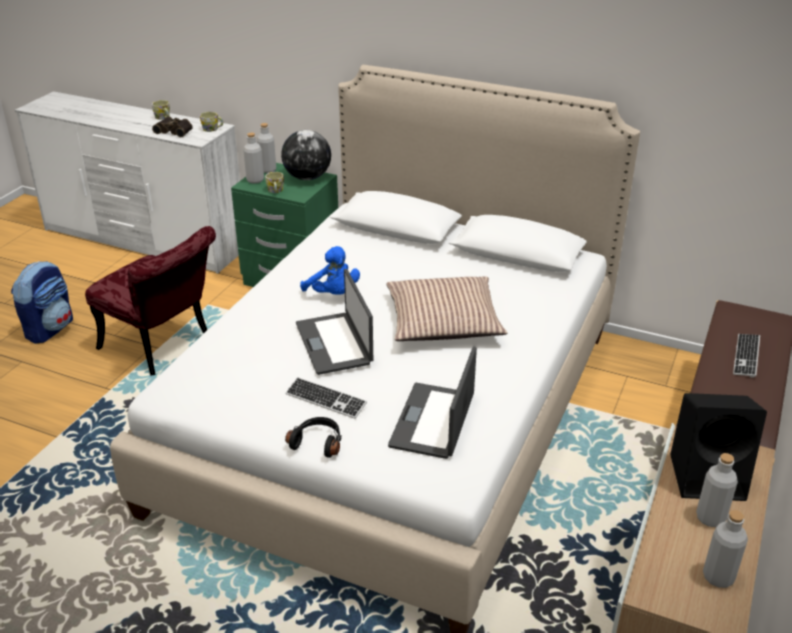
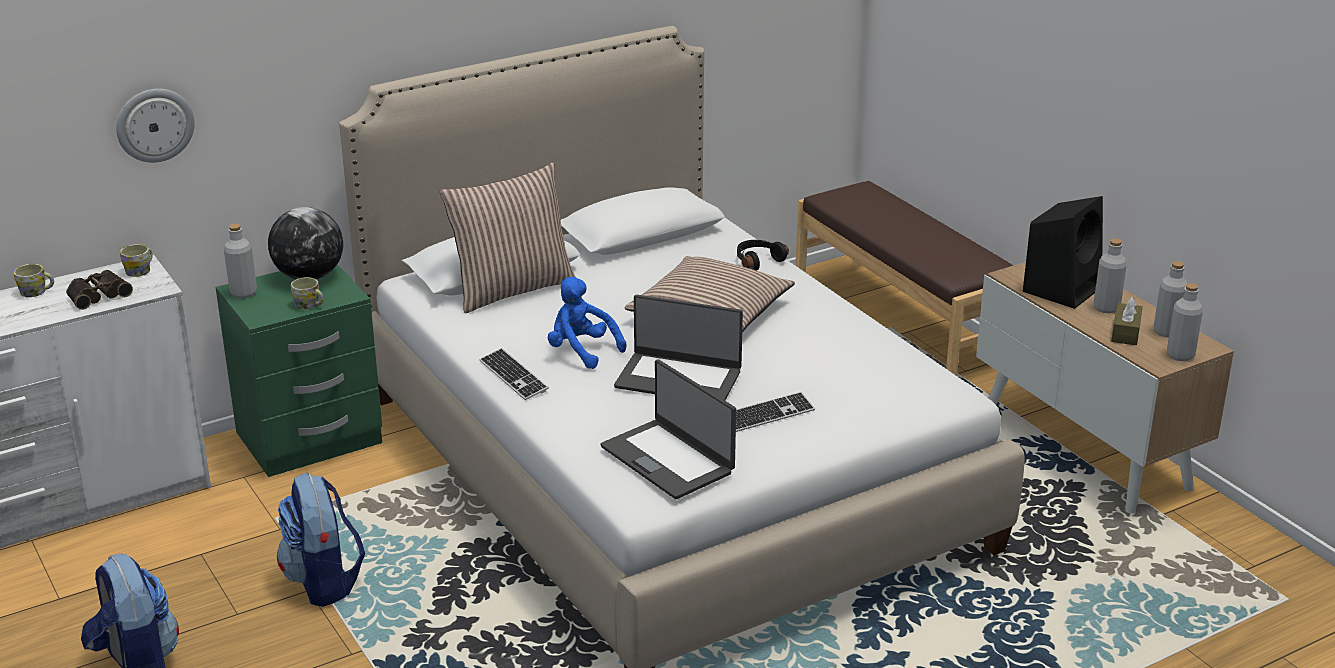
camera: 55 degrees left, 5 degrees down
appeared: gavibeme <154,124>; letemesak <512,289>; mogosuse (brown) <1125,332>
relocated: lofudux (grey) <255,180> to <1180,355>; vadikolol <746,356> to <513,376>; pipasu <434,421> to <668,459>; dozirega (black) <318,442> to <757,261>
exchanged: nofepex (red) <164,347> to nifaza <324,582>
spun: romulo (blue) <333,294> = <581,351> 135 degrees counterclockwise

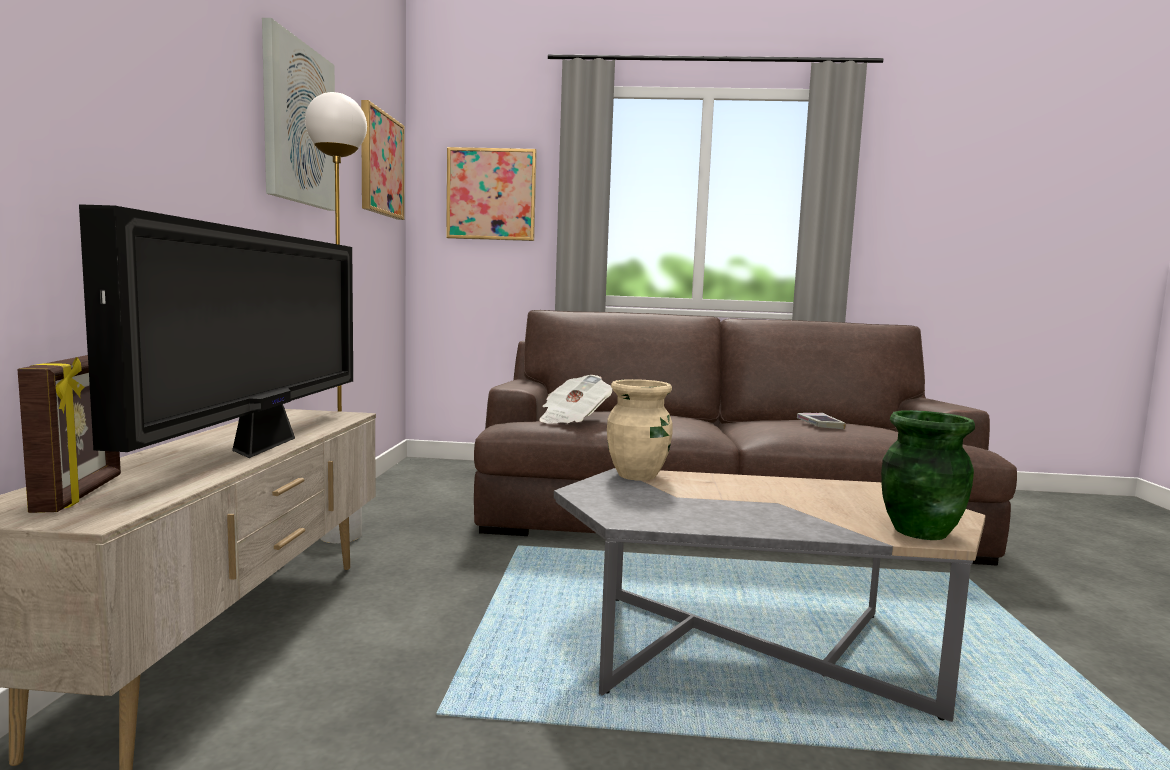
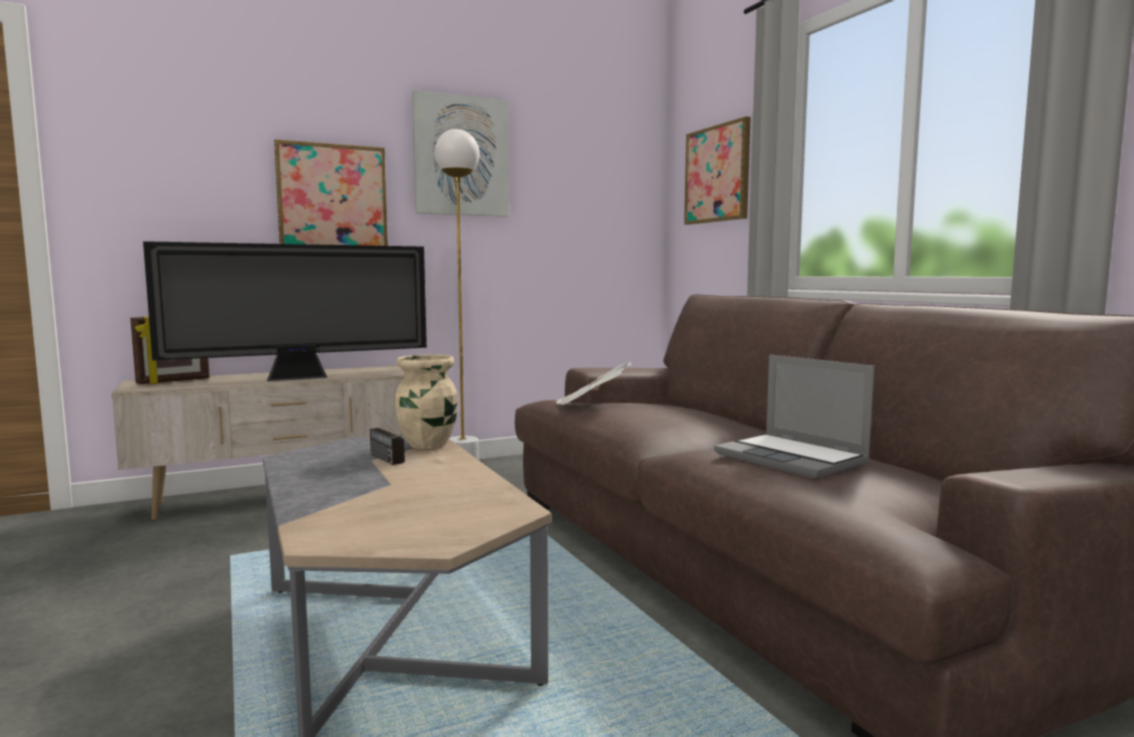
camera: 60 degrees right, 0 degrees up
missing: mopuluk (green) <918,531>
appeared: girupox <379,456>
relocated: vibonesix <381,164> to <332,198>
exchanged: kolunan <820,425> to pipasu <793,458>

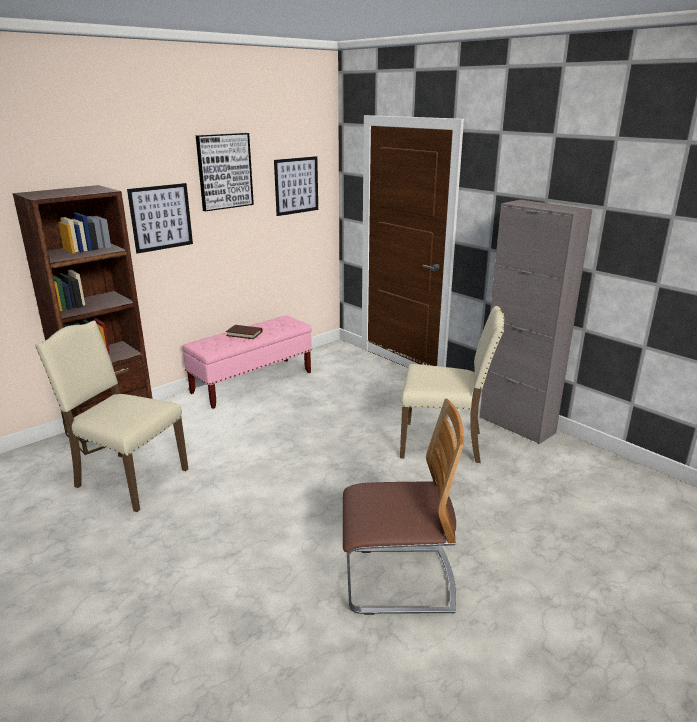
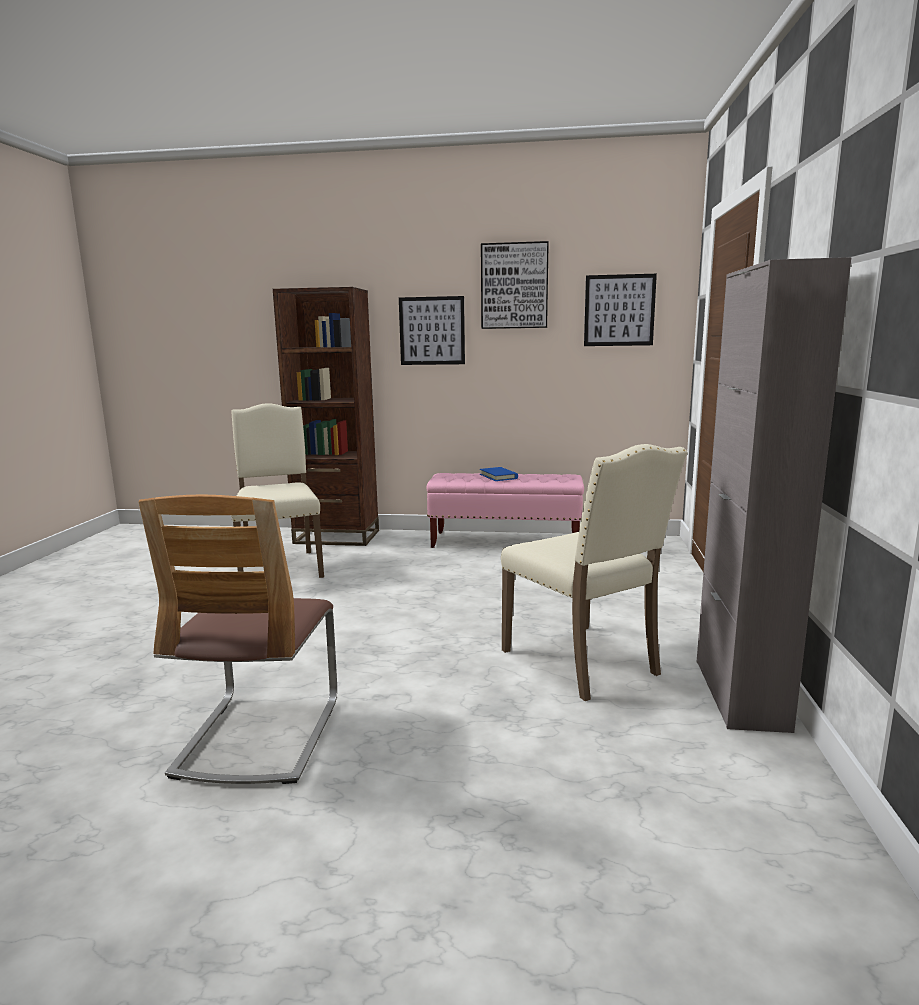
camera: 50 degrees right, 10 degrees down
colour: kolunan (brown) <244,334> to kolunan (blue) <498,476>
spun: nofepex <398,580> = <259,736> 45 degrees clockwise

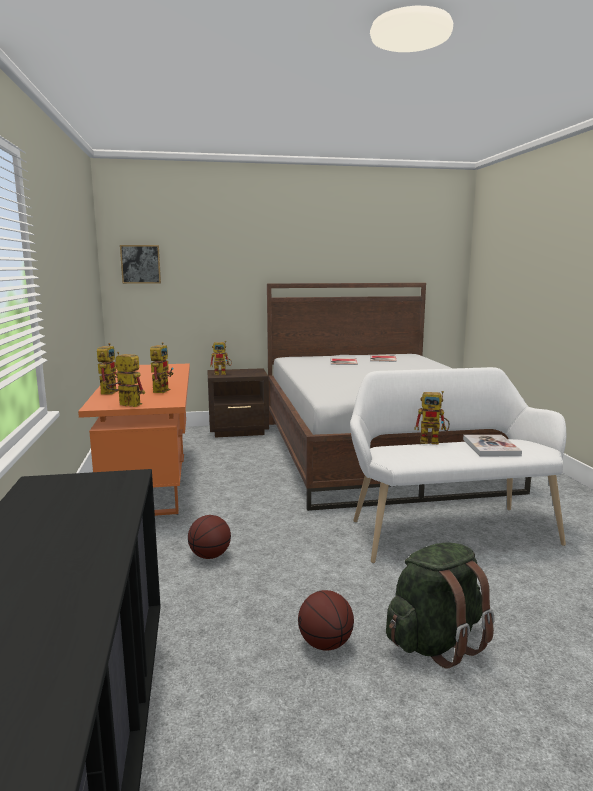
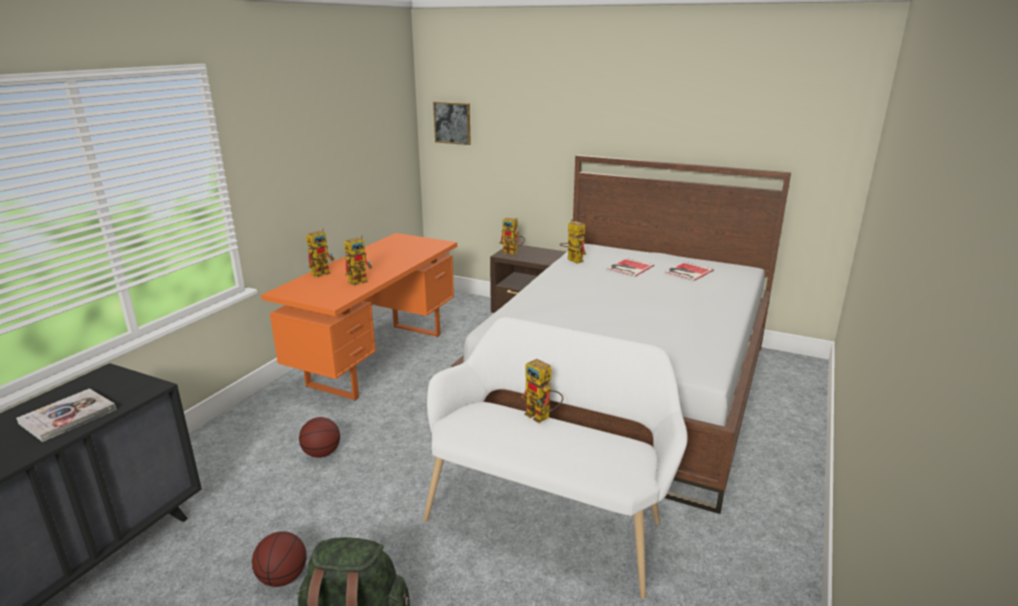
camera: 35 degrees right, 10 degrees up
relocated: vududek <125,405> to <571,260>; kolunan <491,447> to <68,416>

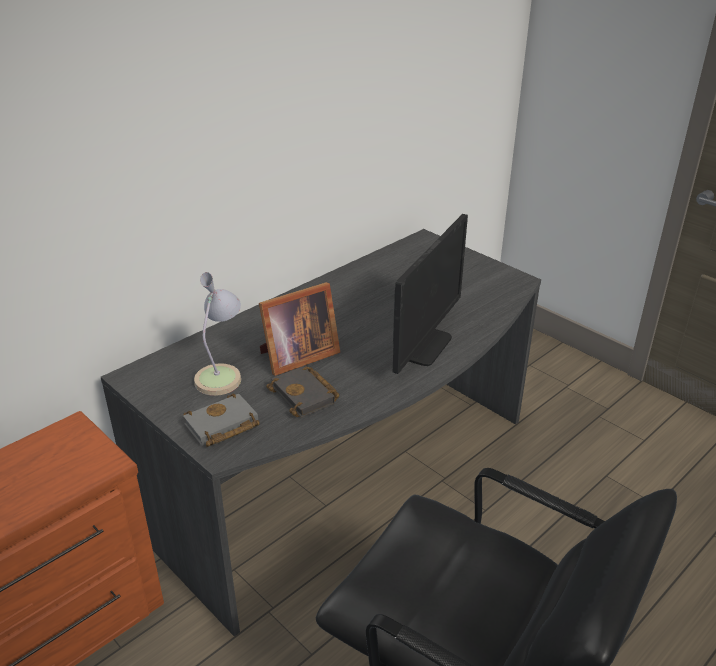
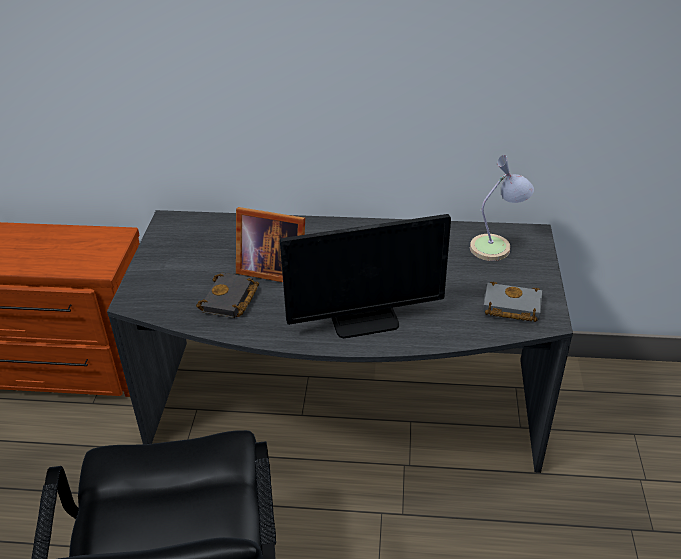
camera: 50 degrees right, 5 degrees up
relocated: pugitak <222,374> to <497,246>; kolunan (grey) <221,426> to <510,307>

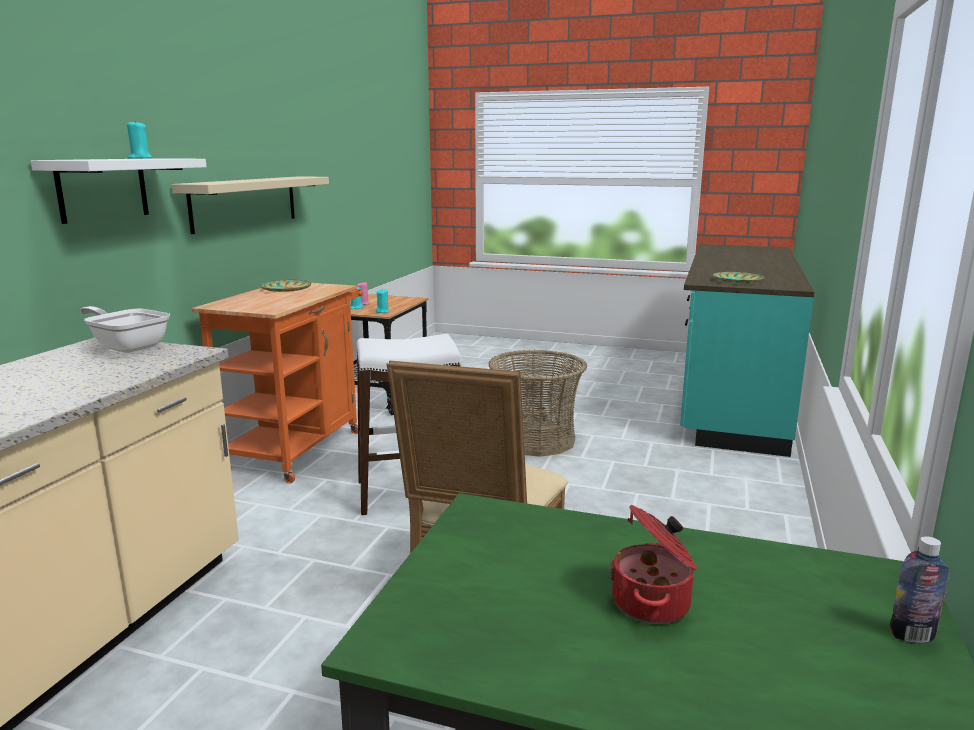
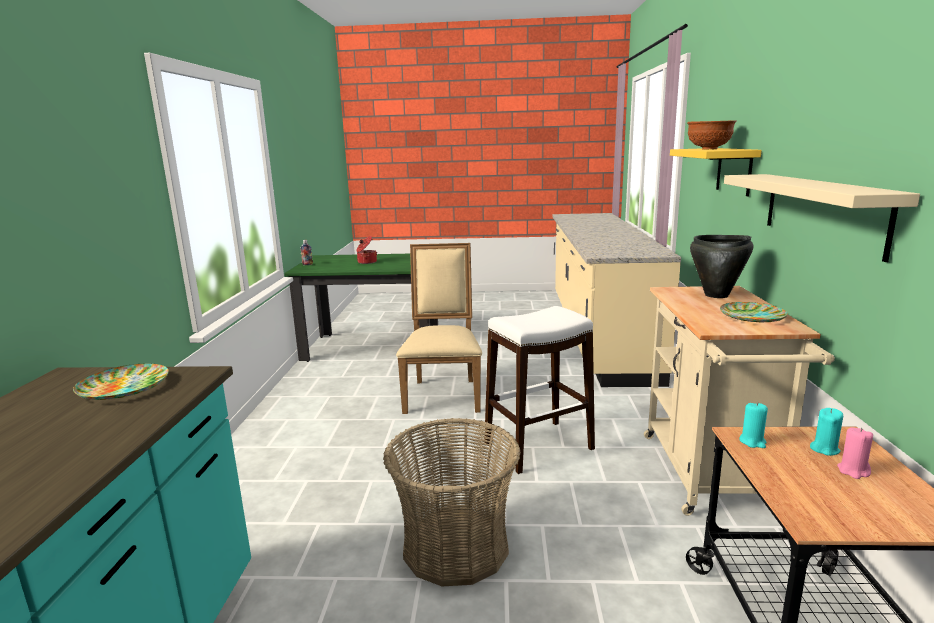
camera: 165 degrees right, 0 degrees up
missing: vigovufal <127,346>
appeared: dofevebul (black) <717,295>
exchanged: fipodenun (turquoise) <140,158> to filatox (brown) <708,149>
colour: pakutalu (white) <103,189> to pakutalu (yellow) <734,170>; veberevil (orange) <298,447> to veberevil (beige) <711,478>

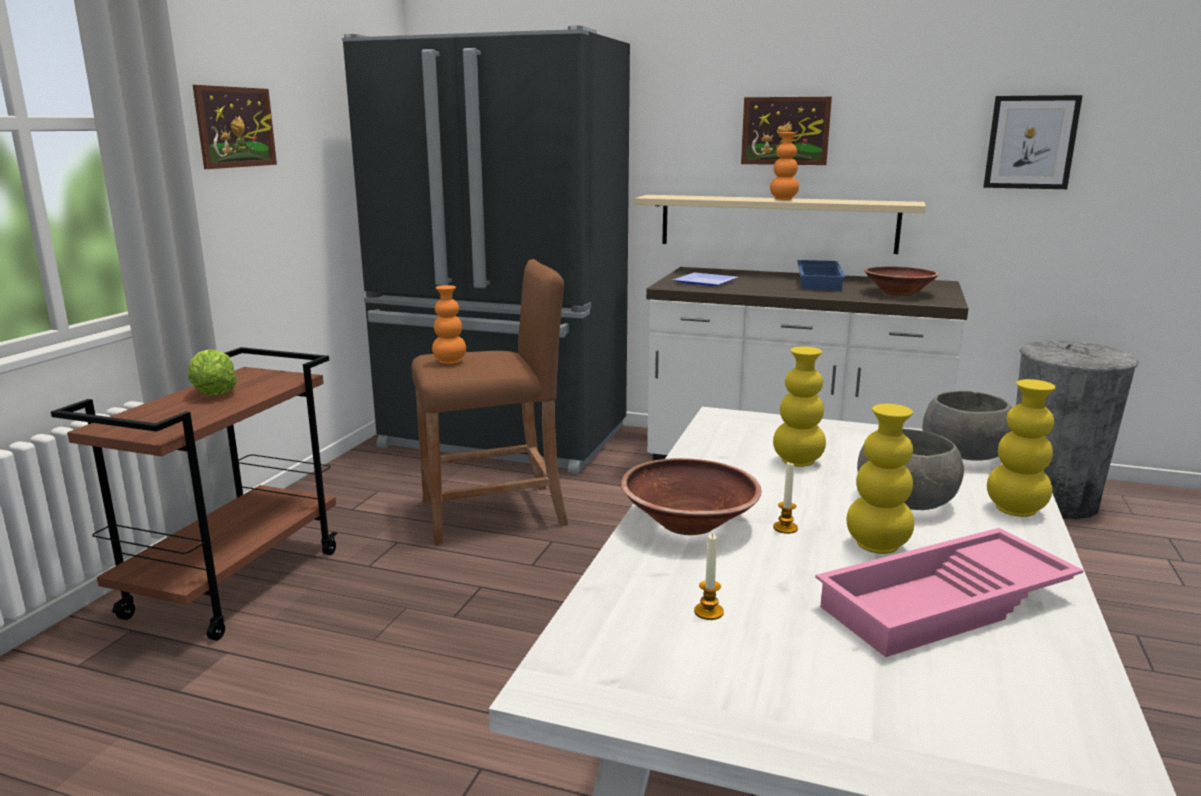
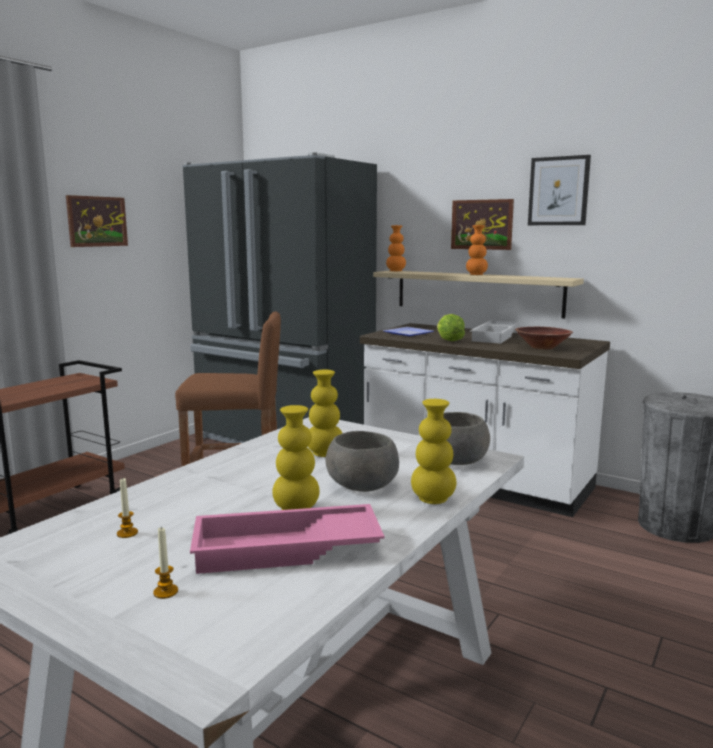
camera: 15 degrees right, 5 degrees down
missing: filatox (brown) <688,523>
relocated: vibonesix <1031,142> to <558,191>; mopuluk (orange) <450,362> to <396,271>; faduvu <214,393> to <449,341>; fipodenun <785,528> to <165,592>
colour: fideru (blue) <820,281> to fideru (white) <496,337>

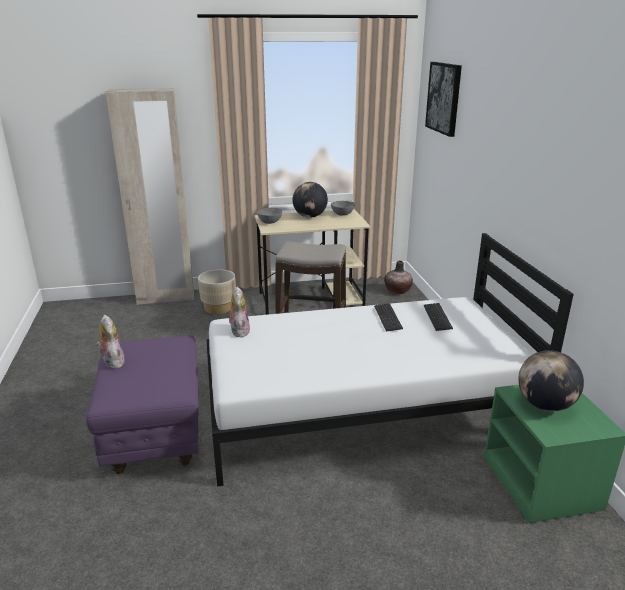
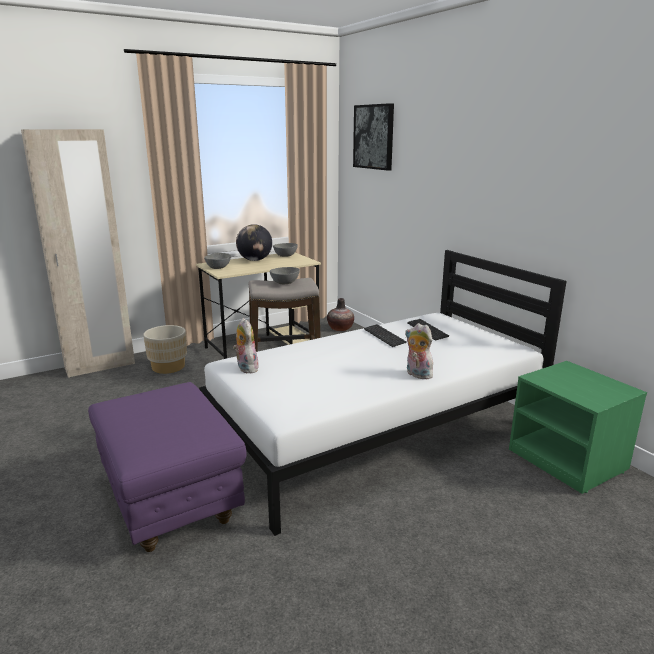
camera: 20 degrees left, 5 degrees down
missing: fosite <545,405>
appeared: filatox (grey) <285,283>
relocated: romulo <112,362> to <417,375>

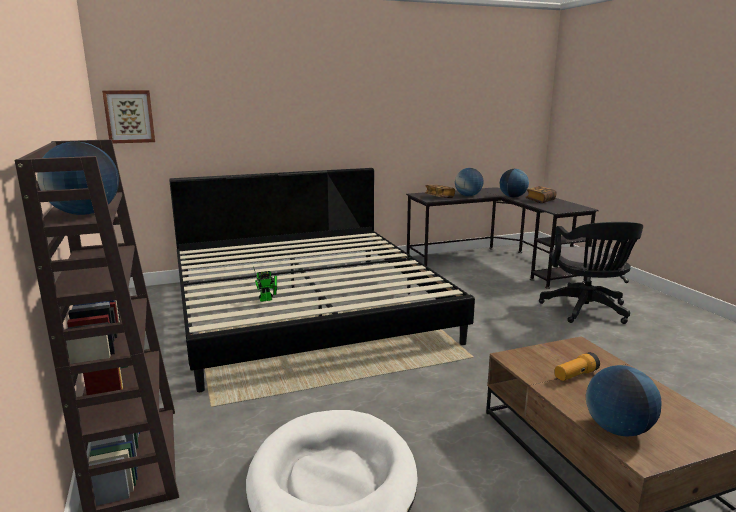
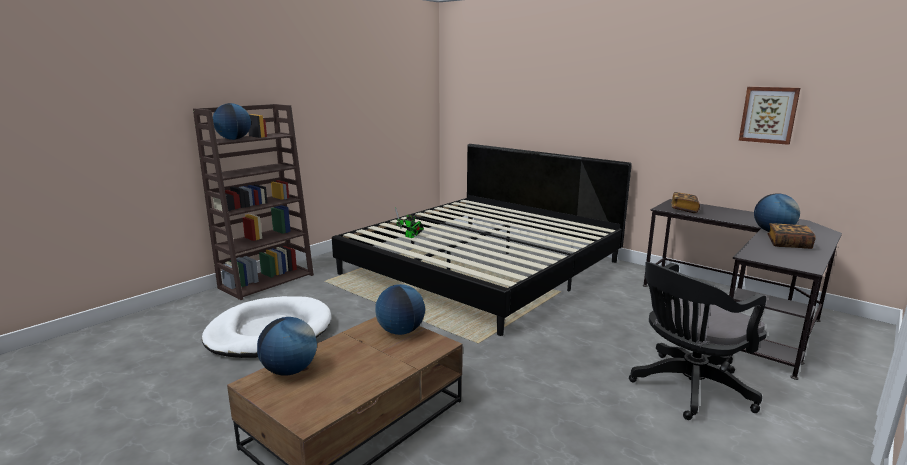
camera: 60 degrees right, 0 degrees up
missing: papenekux <575,375>
relocated: vibonesix <129,116> to <768,115>; fosite <468,196> to <400,331>

